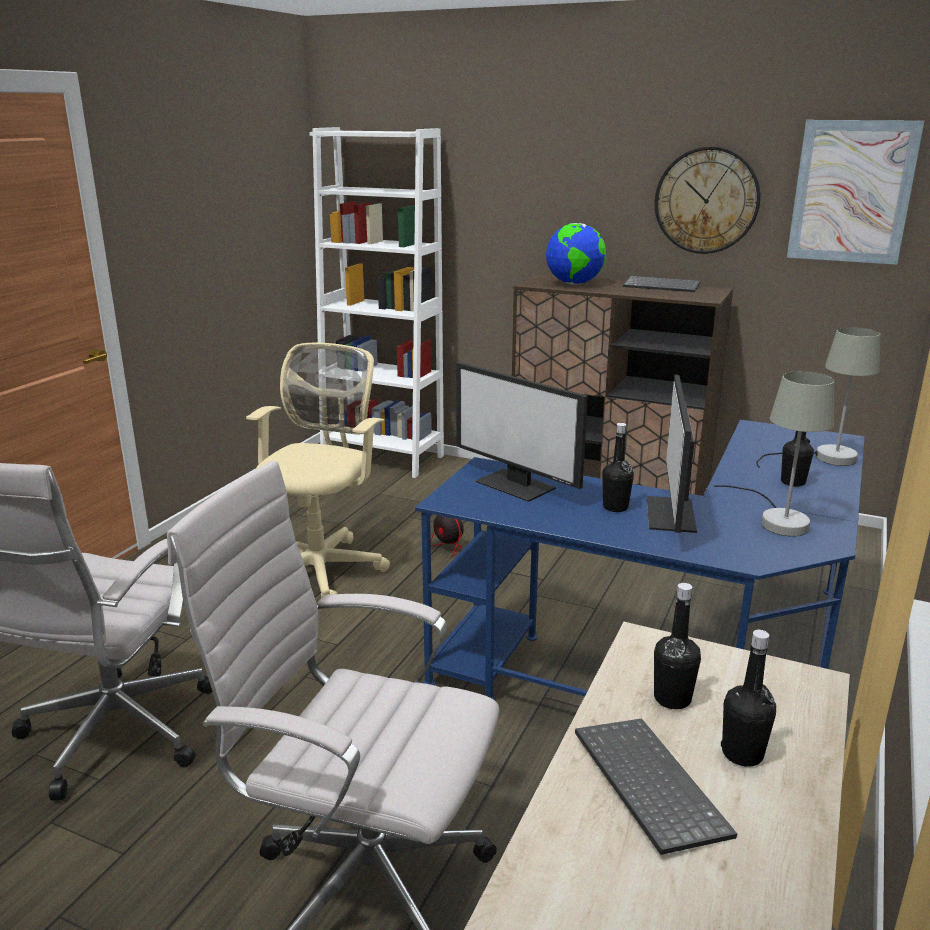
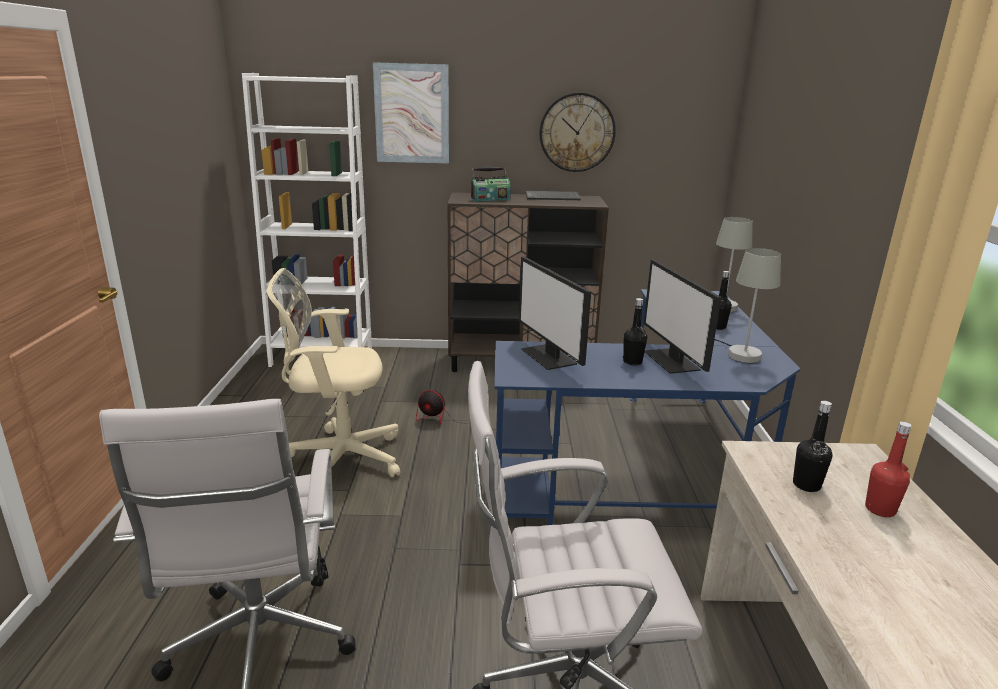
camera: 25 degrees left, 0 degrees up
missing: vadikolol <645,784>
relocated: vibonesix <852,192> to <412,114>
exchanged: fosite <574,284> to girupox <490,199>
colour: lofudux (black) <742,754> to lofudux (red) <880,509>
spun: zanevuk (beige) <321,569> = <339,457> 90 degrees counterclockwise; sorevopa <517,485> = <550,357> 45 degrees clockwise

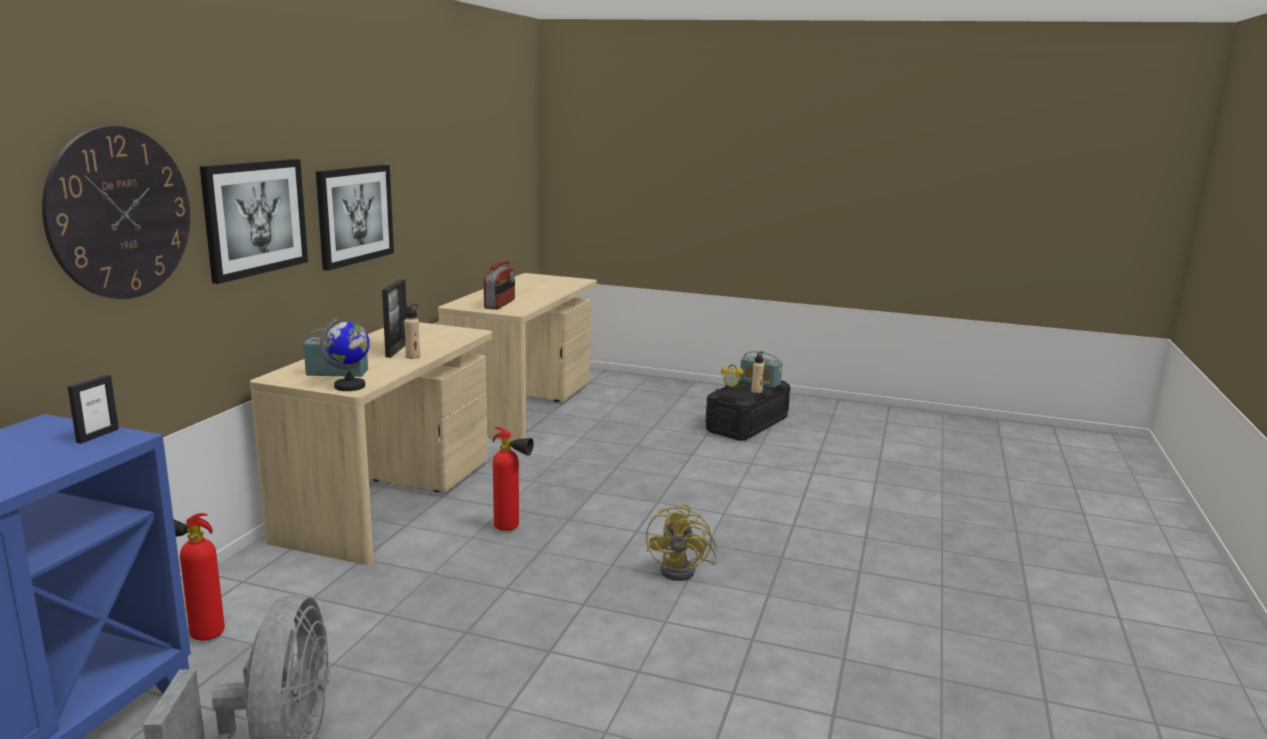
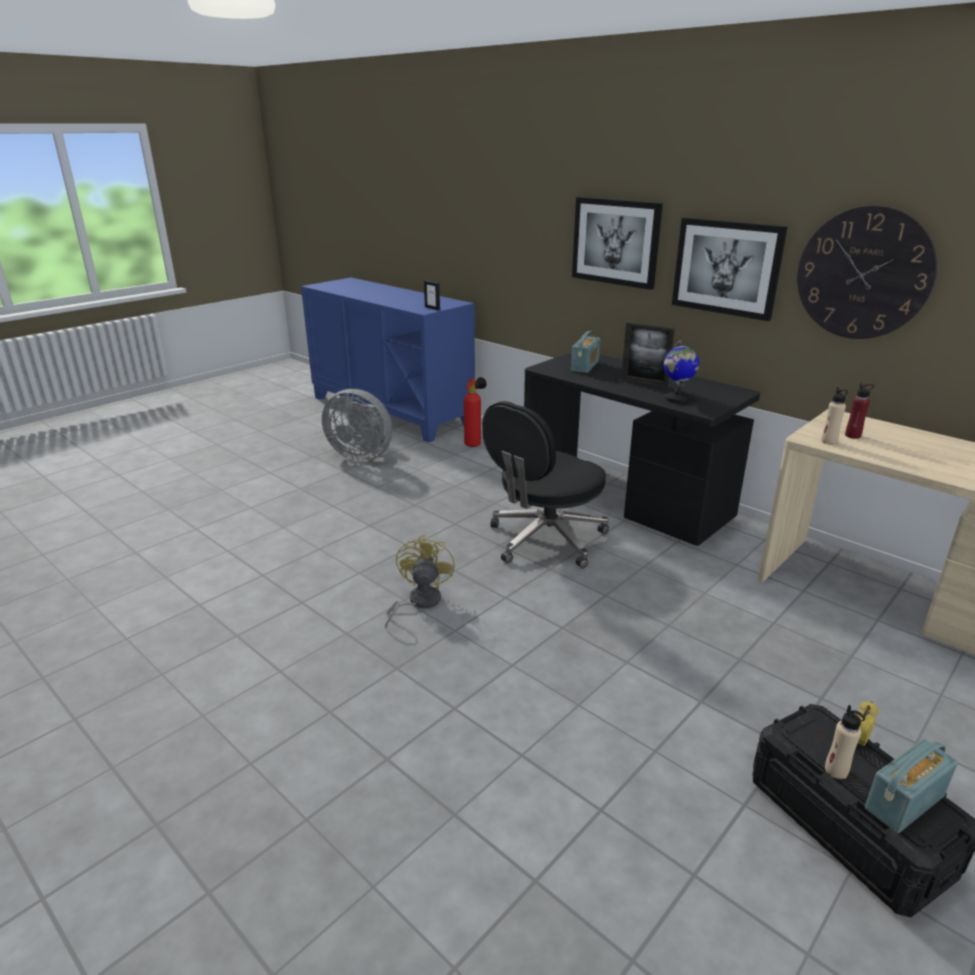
camera: 115 degrees right, 10 degrees up
relocated: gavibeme <120,213> to <863,274>; lofudux (beige) <413,357> to <829,441>; fosite <350,386> to <677,399>
exchanged: girupox <500,304> to lofudux (red) <852,436>; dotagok <512,529> to zanevuk (black) <545,540>
colour: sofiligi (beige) <390,500> to sofiligi (black) <625,500>
spun: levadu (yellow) <684,570> = <418,602> 60 degrees clockwise

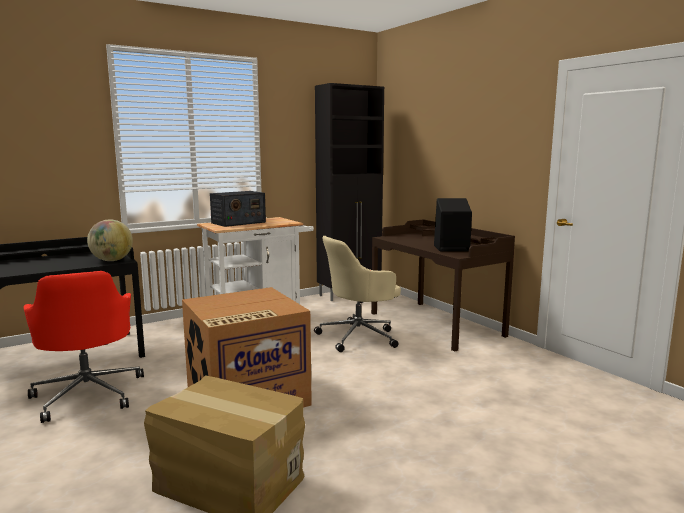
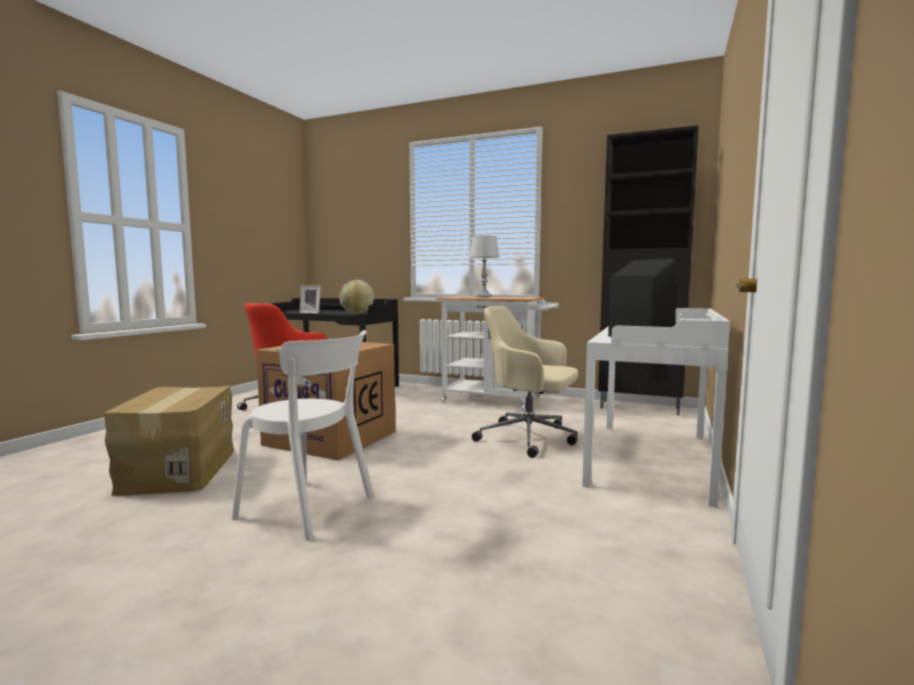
camera: 55 degrees right, 5 degrees down
appeared: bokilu <311,313>; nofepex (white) <311,508>
exchanged: girupox <238,222> to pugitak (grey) <484,296>
colour: sofiligi (brown) <436,324> to sofiligi (white) <652,459>

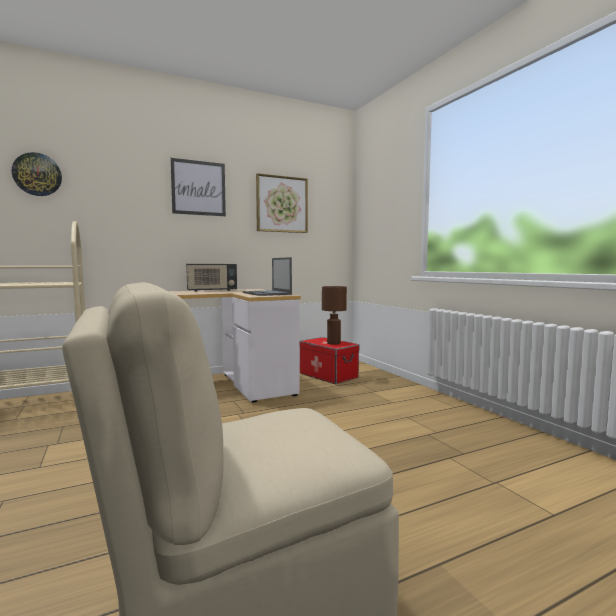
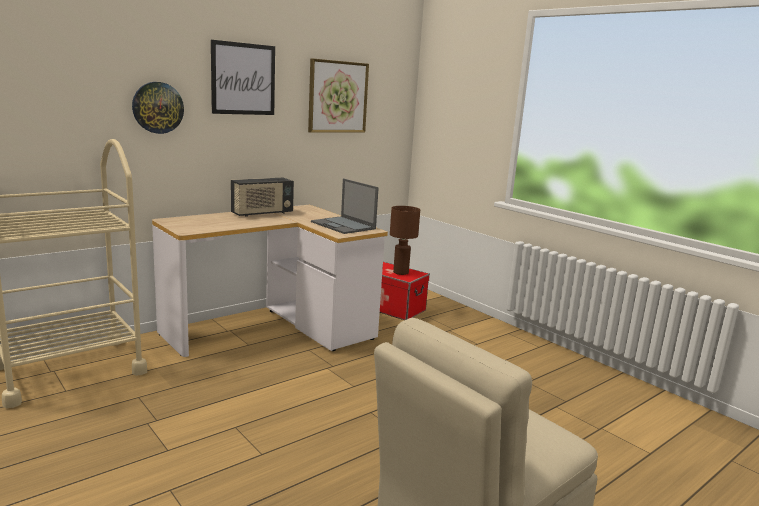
camera: 15 degrees left, 10 degrees up
relocated: gavibeme <37,174> to <158,107>

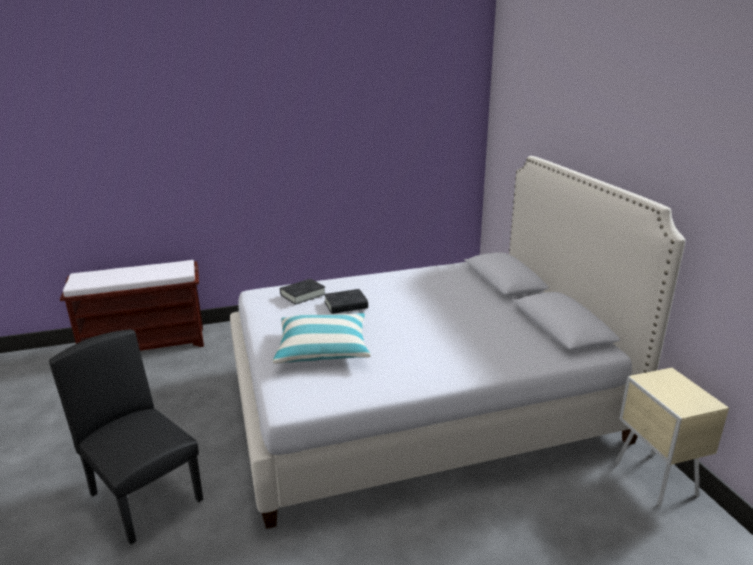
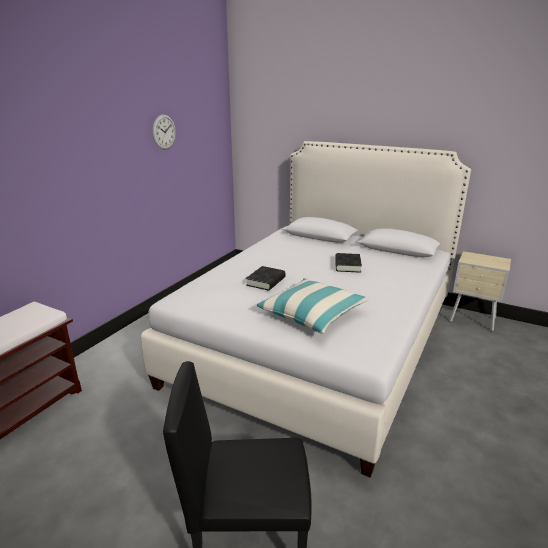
camera: 45 degrees left, 0 degrees up
appeared: gavibeme <164,132>
relocated: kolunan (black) <303,294> to <347,265>

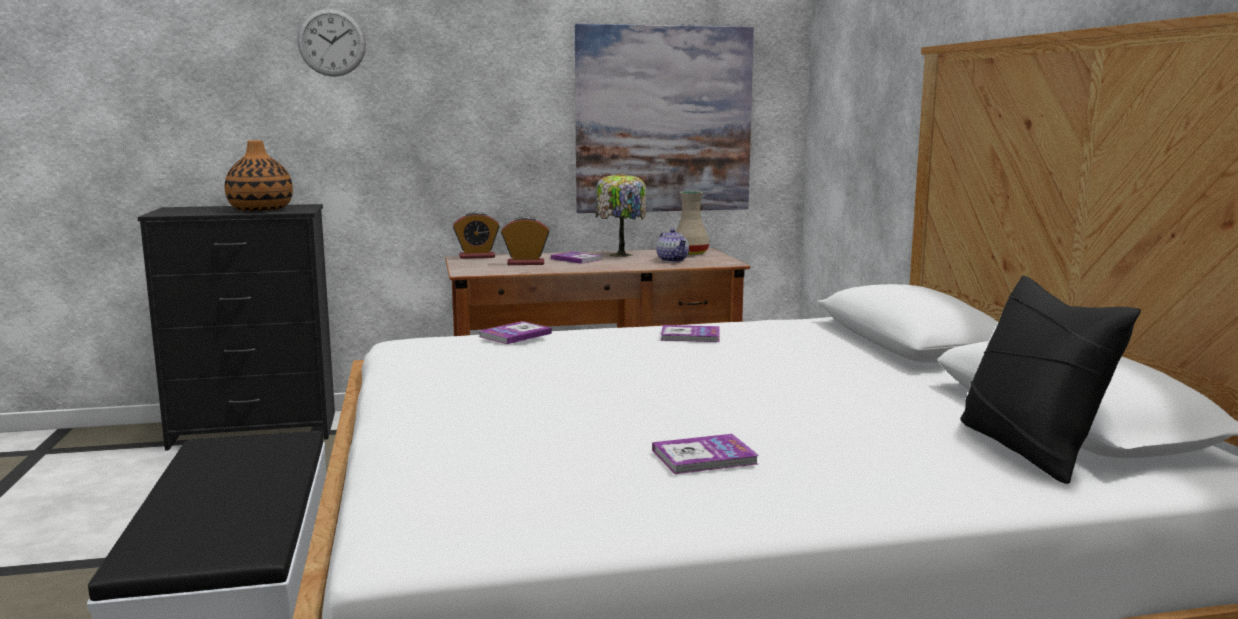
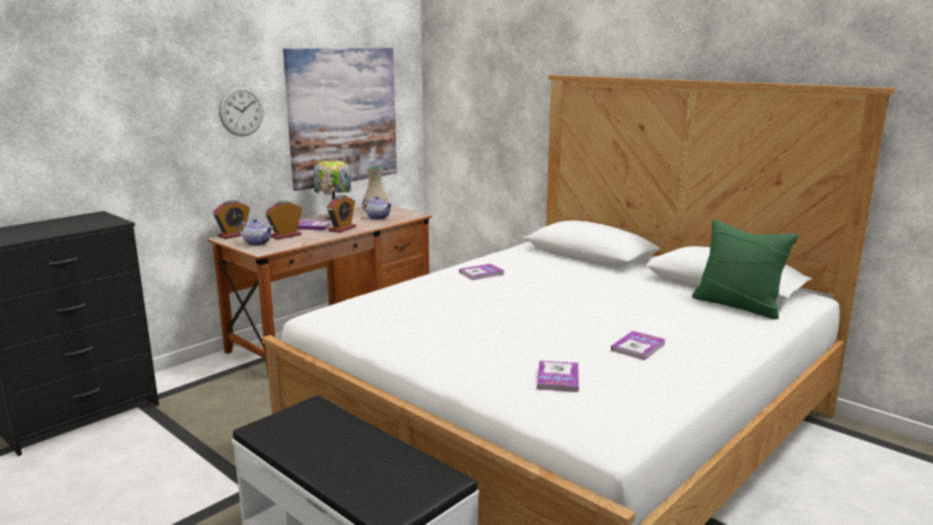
camera: 35 degrees left, 5 degrees up
missing: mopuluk <261,209>
appeared: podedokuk <342,229>; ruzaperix <257,243>
relocated: gavibeme <331,42> to <241,111>; kolunan <515,335> to <558,378>
colour: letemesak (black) <1030,449> to letemesak (green) <738,305>

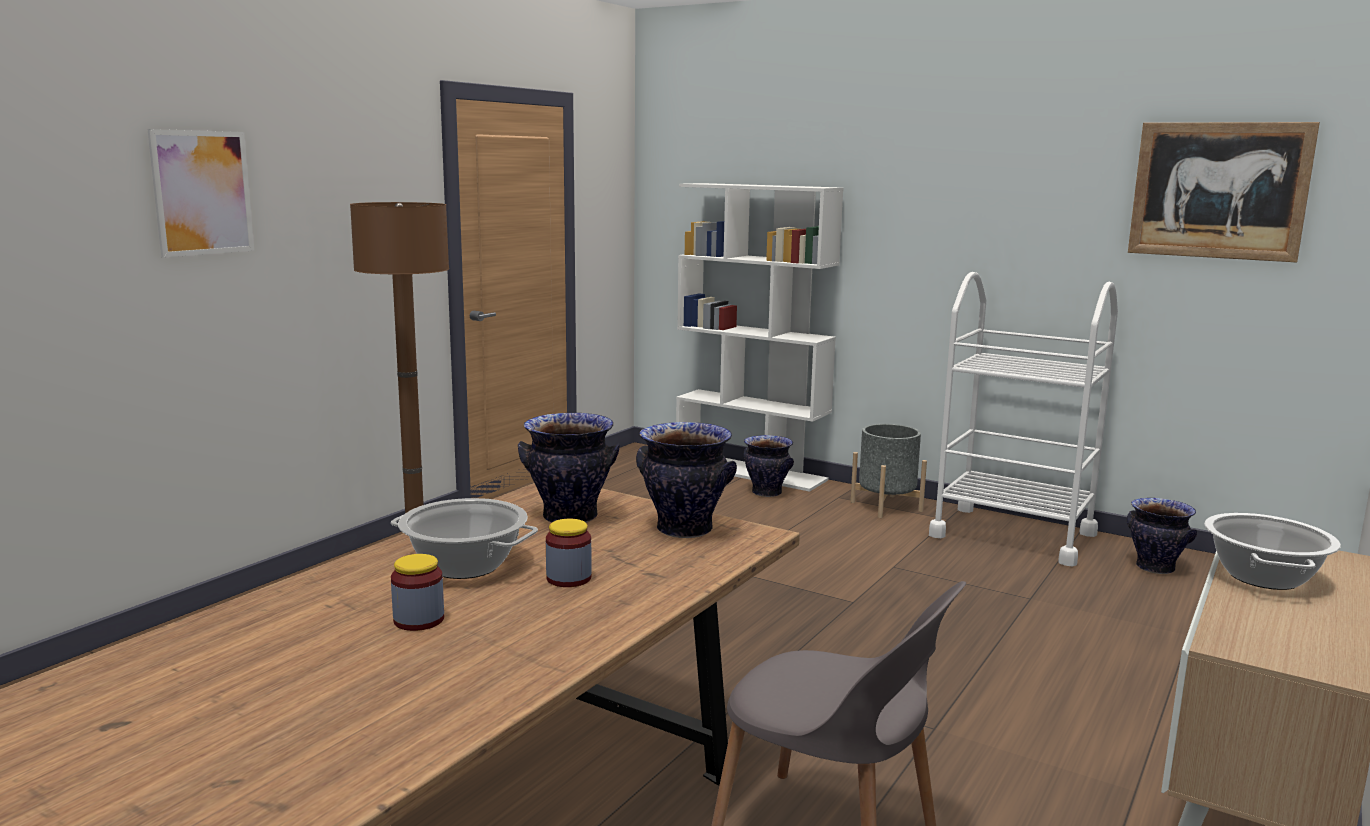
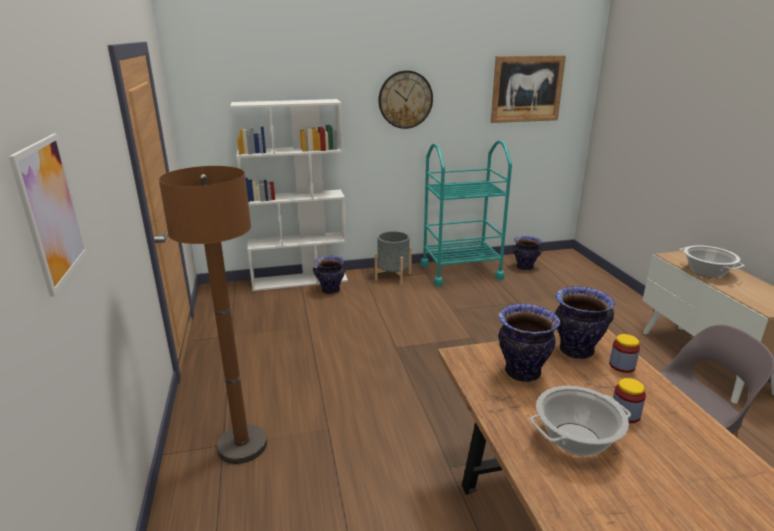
camera: 45 degrees left, 10 degrees up
appeared: gavibeme <405,99>
relocated: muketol <419,620> to <622,365>
colour: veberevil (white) <1013,535> to veberevil (turquoise) <460,271>

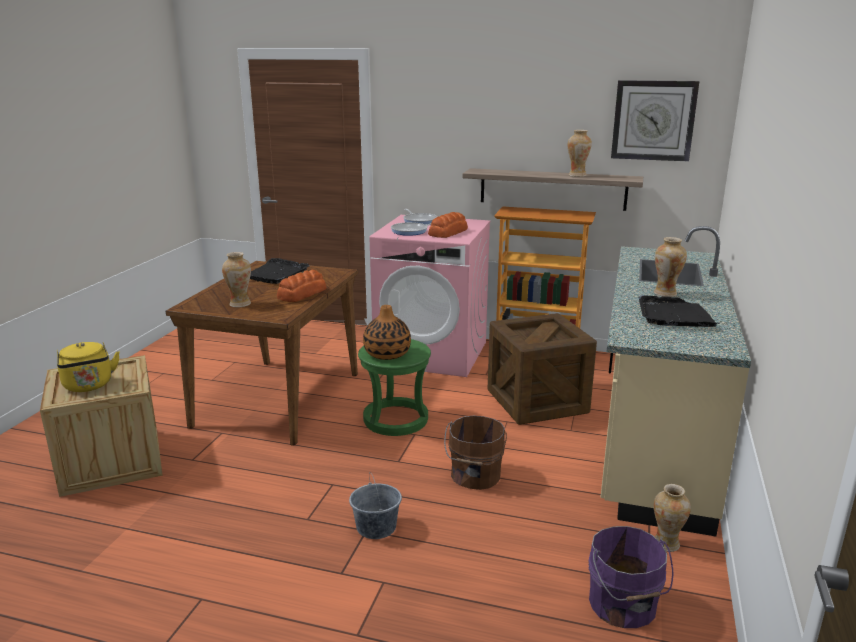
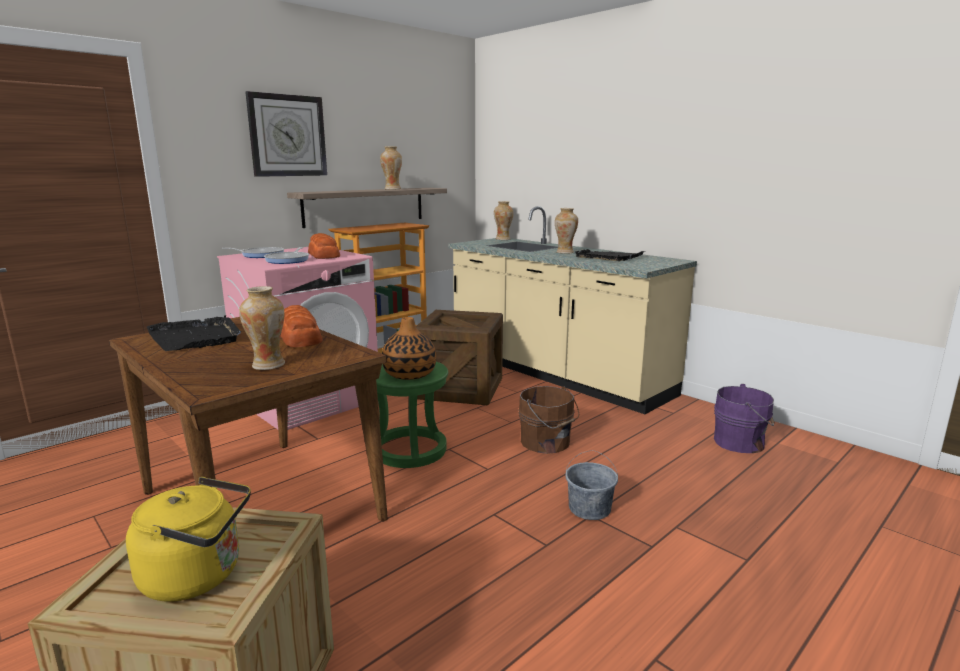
camera: 60 degrees left, 5 degrees down
relocated: gavibeme <653,120> to <287,136>; mopuluk <666,544> to <503,239>

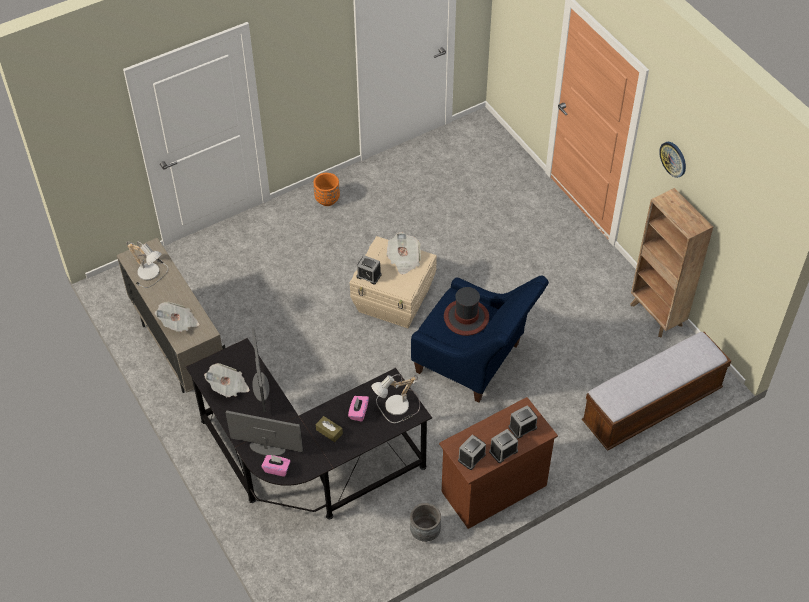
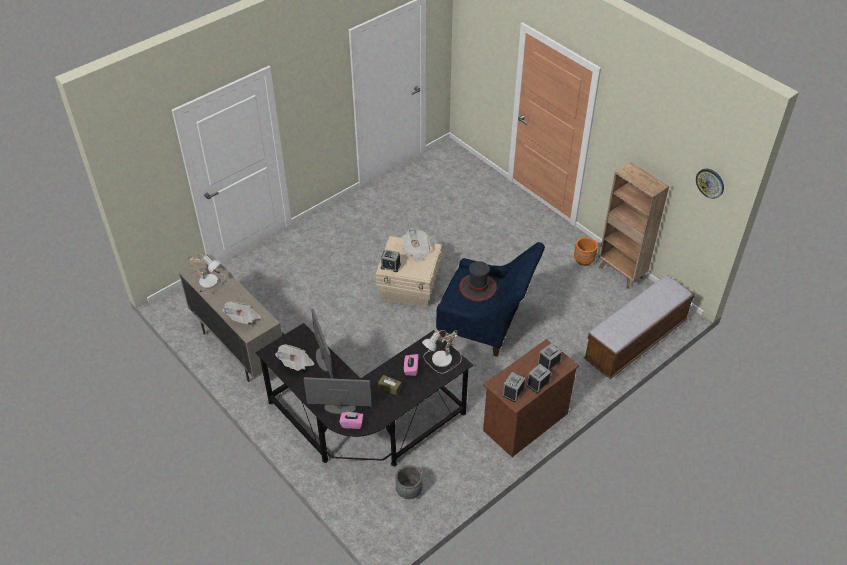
camera: 10 degrees left, 5 degrees down
relocated: gavibeme <673,159> to <710,183>; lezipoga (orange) <327,200> to <584,260>; lezipoga (grey) <425,531> to <409,491>

